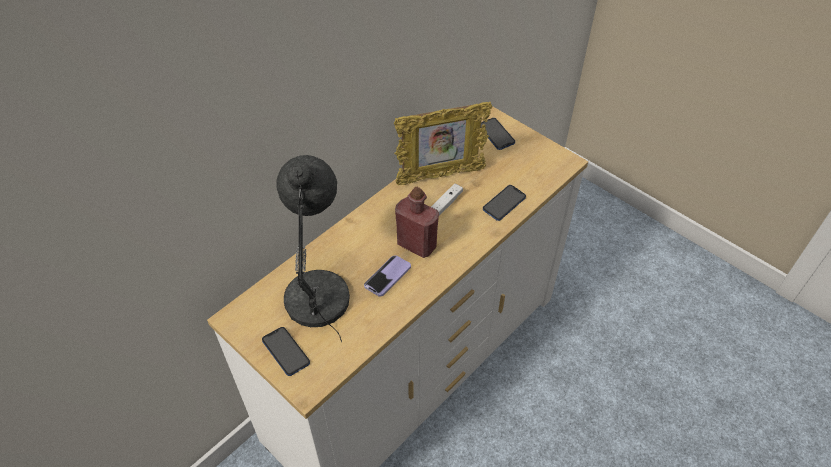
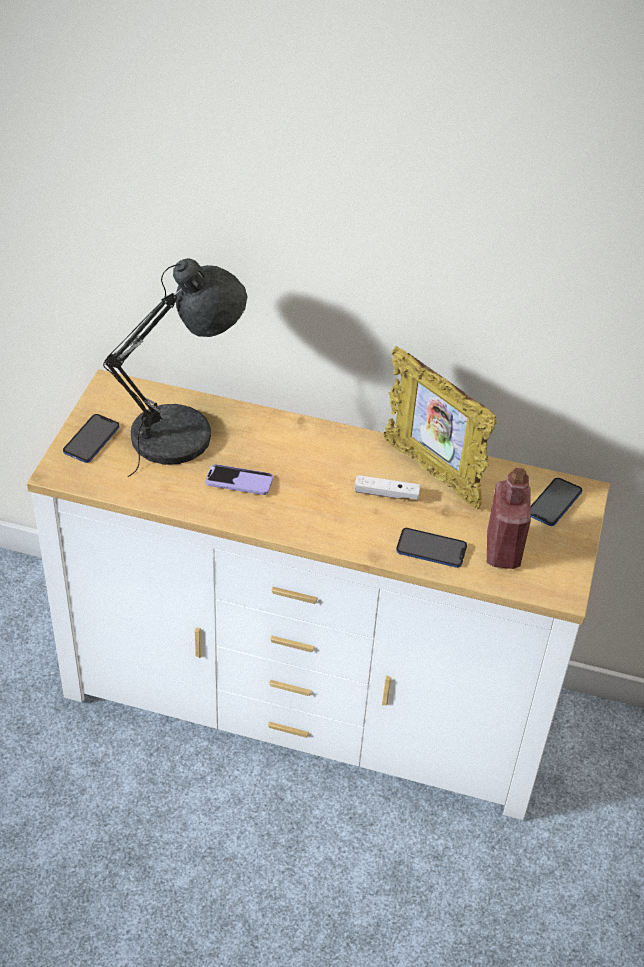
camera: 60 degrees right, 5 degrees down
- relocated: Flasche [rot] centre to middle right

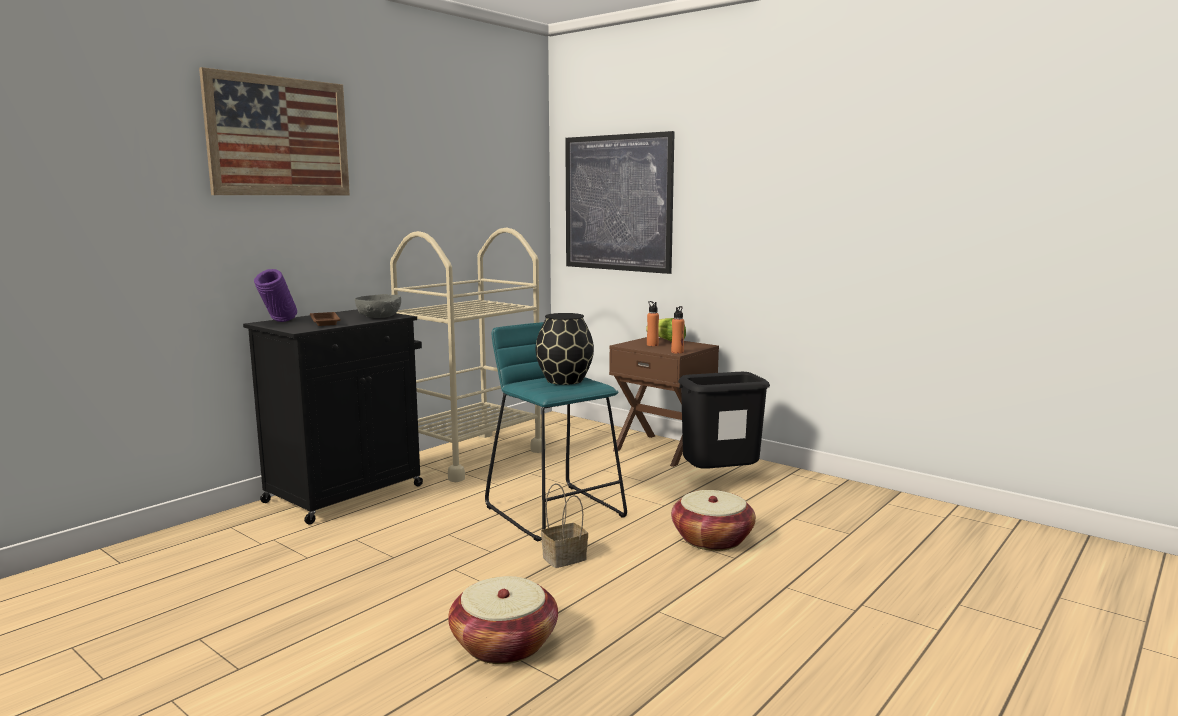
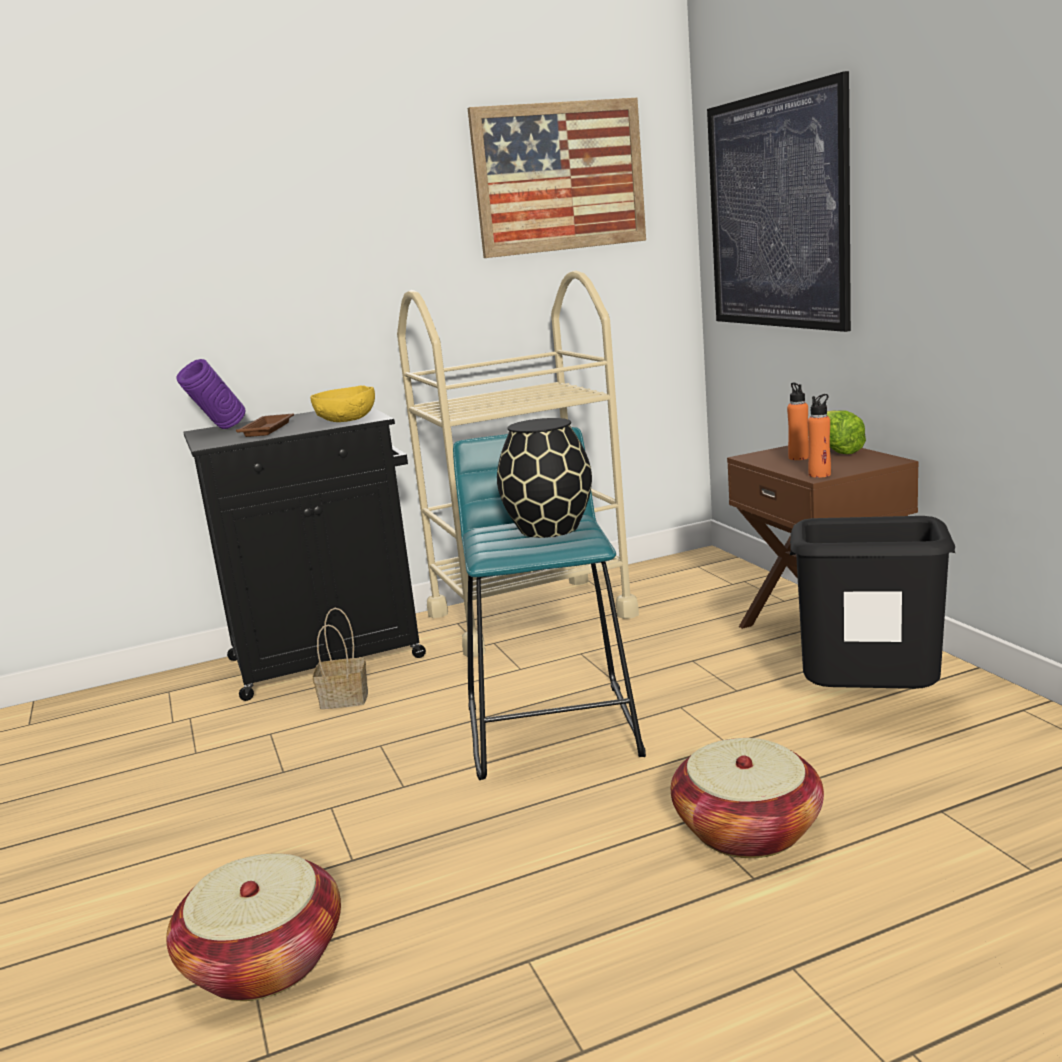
camera: 30 degrees right, 5 degrees up
- relocated: Bild (no. 1 from left) top left to top centre
- relocated: Korb (no. 2 from left) bottom centre to middle left
- colour: Schüssel [grau] middle left to Schüssel [gelb] middle left

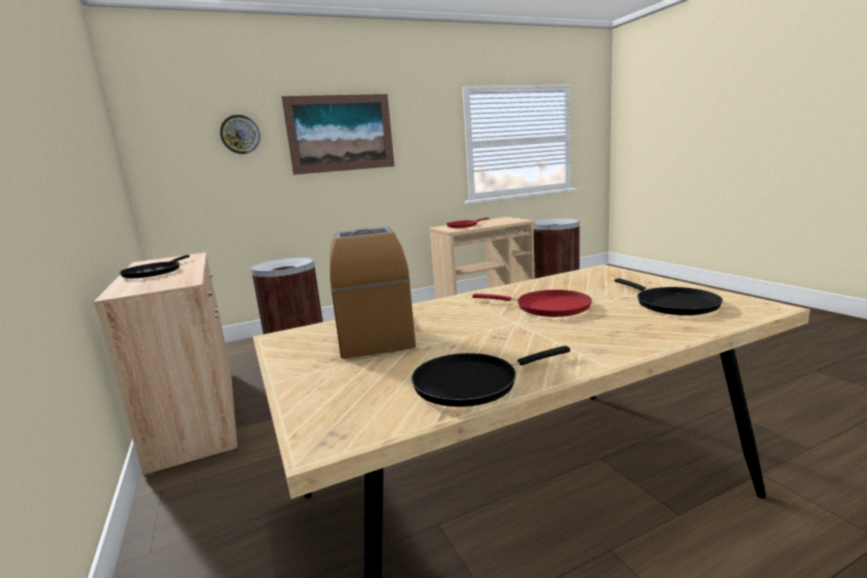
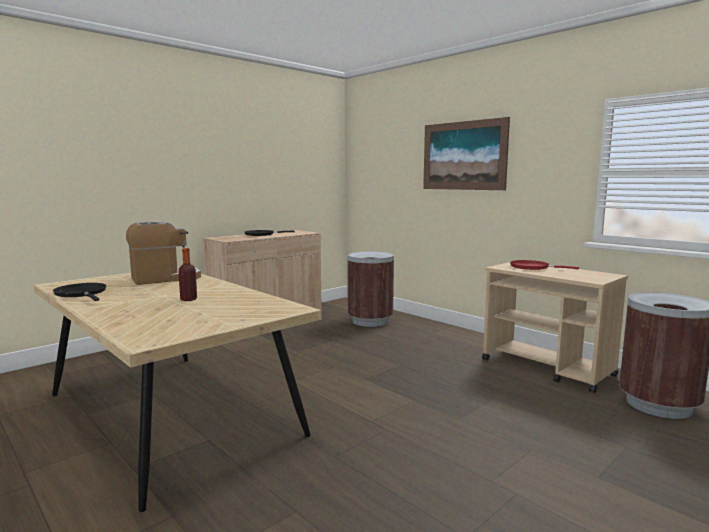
camera: 70 degrees right, 5 degrees down
- missing: Wanduhr top left
- missing: Pfanne [schwarz] (no. 3 from left) middle right
- exchanged: Pfanne [rot] (no. 2 from left) centre to Flasche middle left

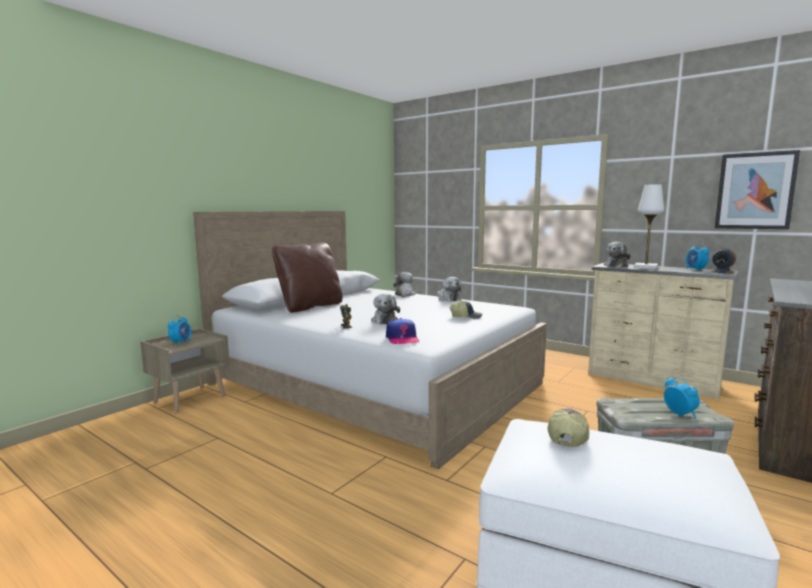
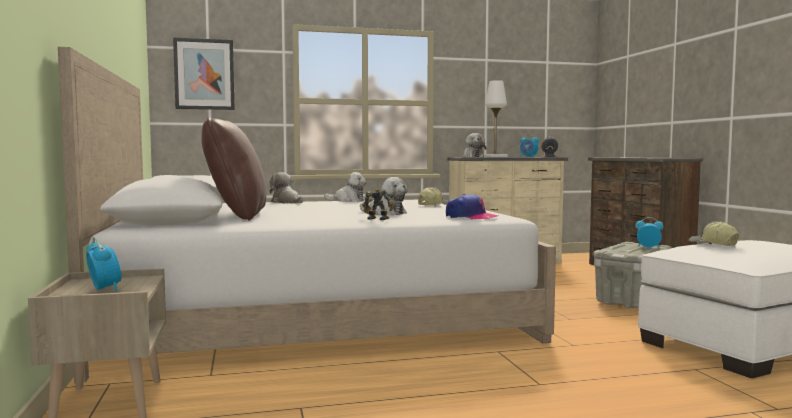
camera: 50 degrees left, 5 degrees down
- relocated: Bild top right to top left

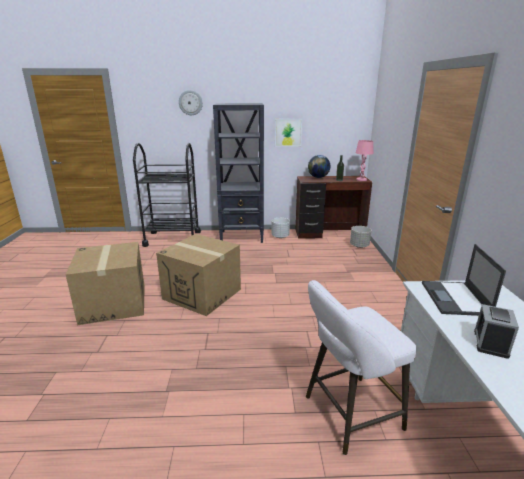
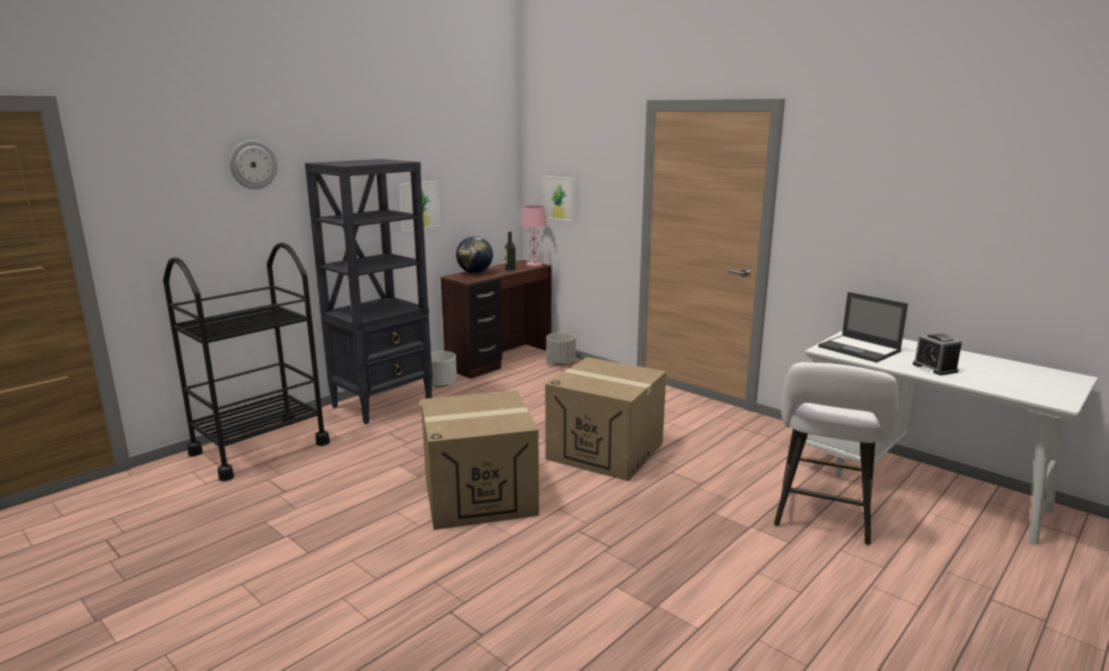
camera: 45 degrees left, 5 degrees down
- appeared: Bild (no. 2 from left) top centre
- relocated: Karton (no. 1 from left in the first image) middle left to Karton (no. 2 from left) centre

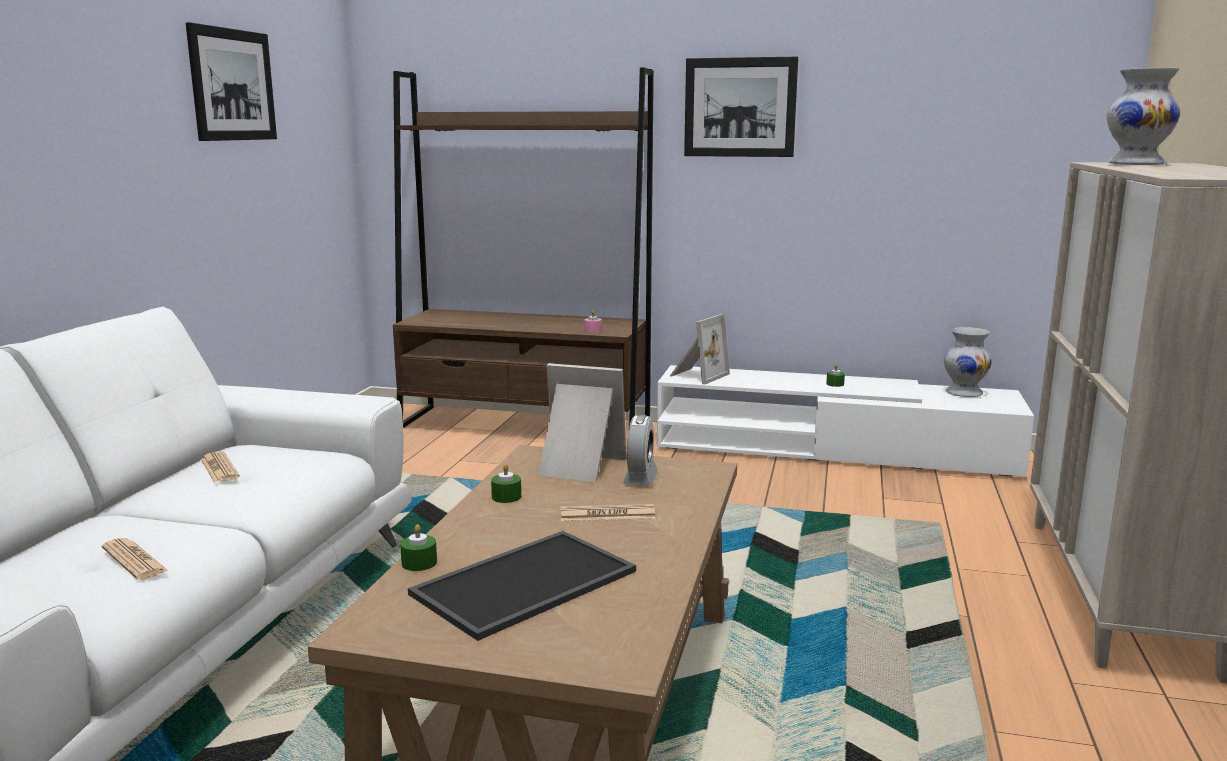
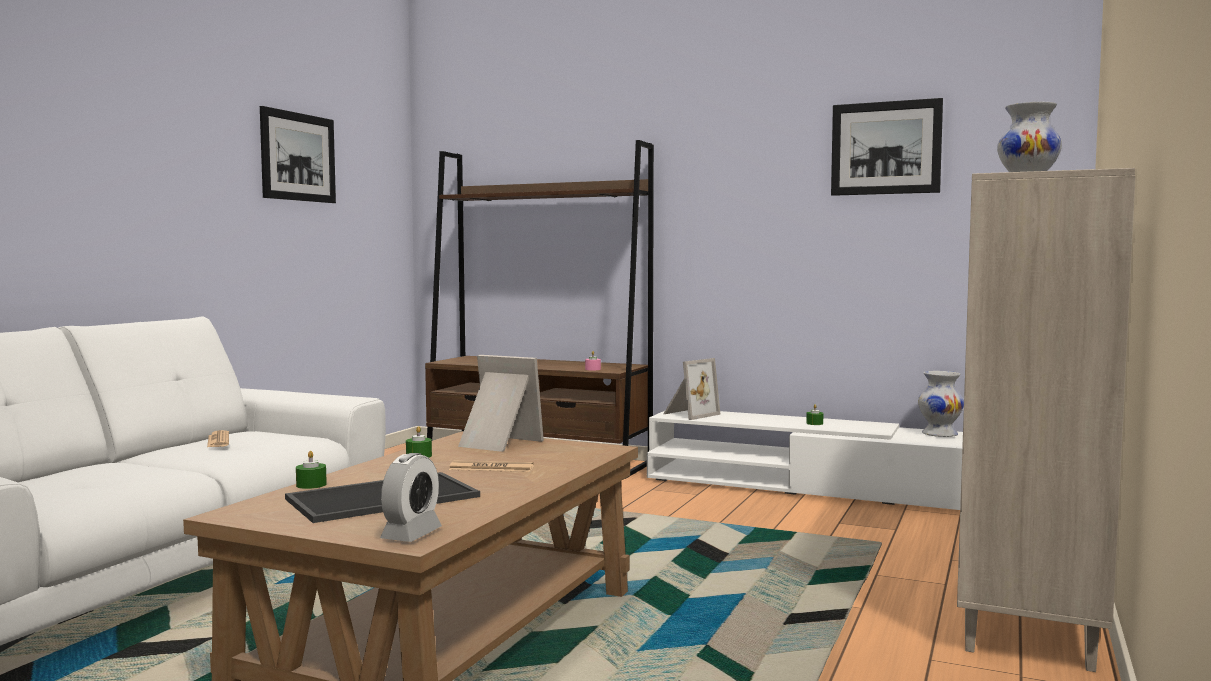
camera: 10 degrees right, 10 degrees down
- missing: Zeitung (no. 1 from left) bottom left
- relocated: Wecker centre to bottom centre
- relocated: Bild (no. 2 from left) top centre to top right

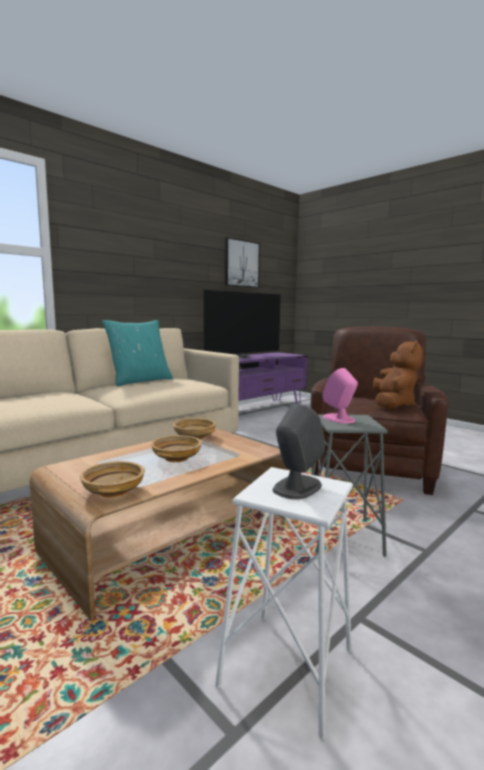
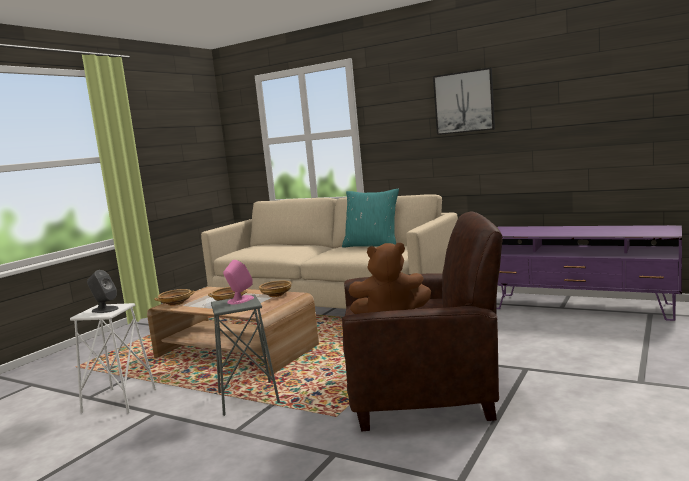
camera: 75 degrees right, 0 degrees up
- missing: Fernseher centre
- relocated: Bild centre to top right

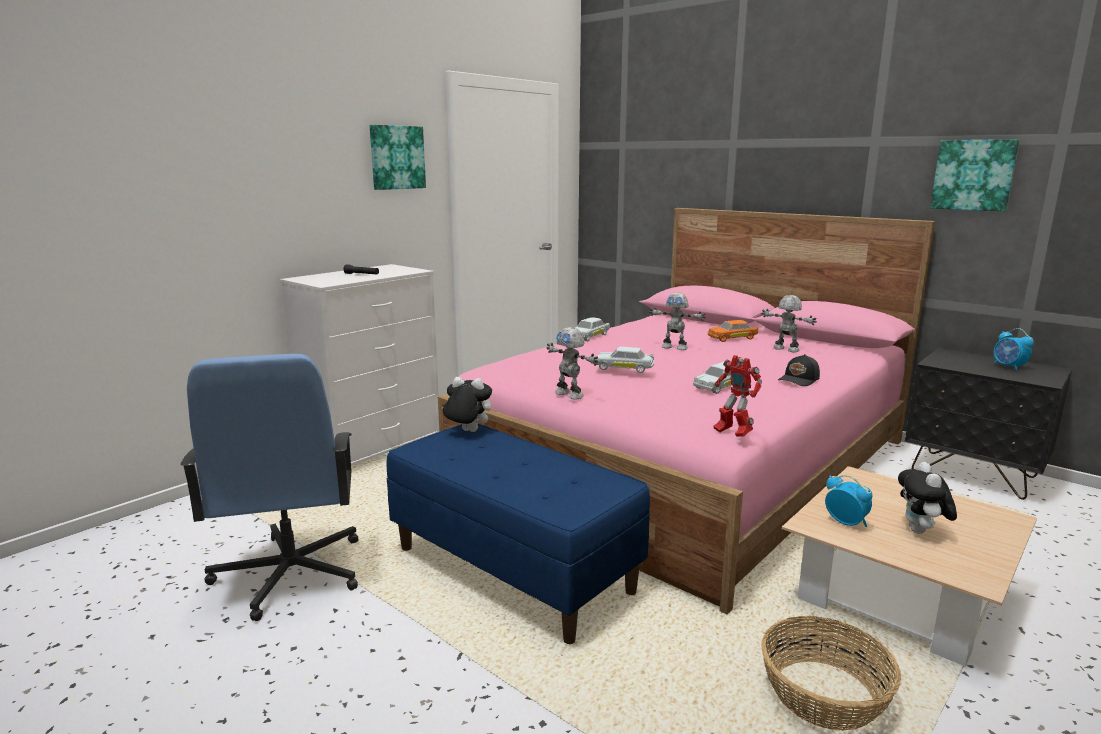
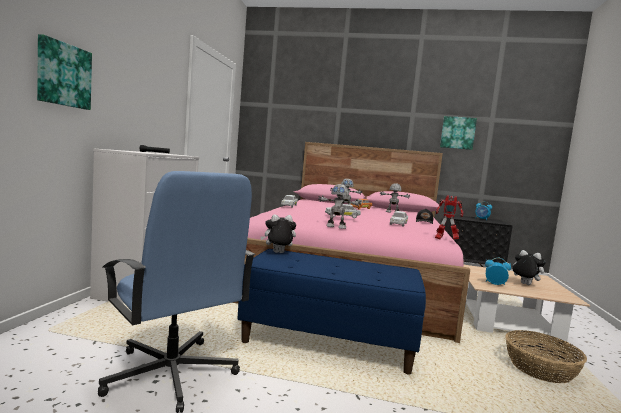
camera: 30 degrees left, 10 degrees down
- relocated: Bild (no. 1 from left) top centre to top left
- spun: Plüschtier (no. 2 from left) bottom right = middle right 150 degrees clockwise

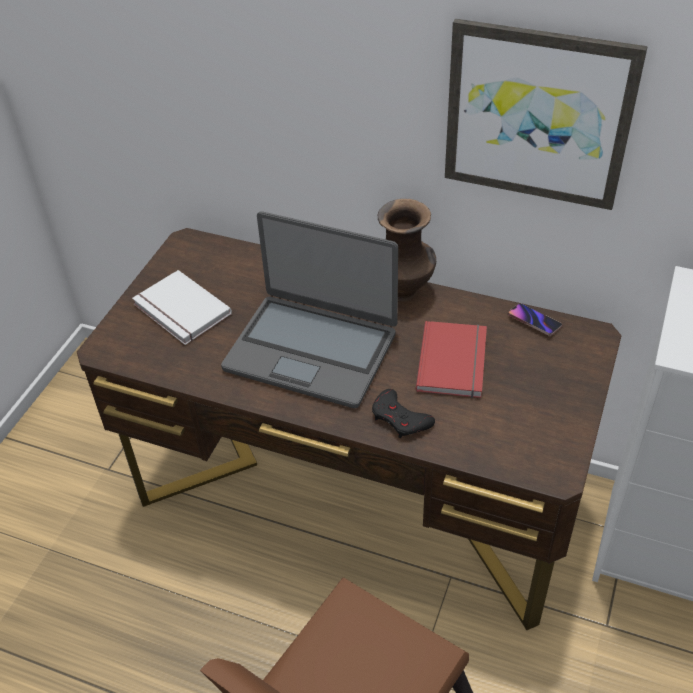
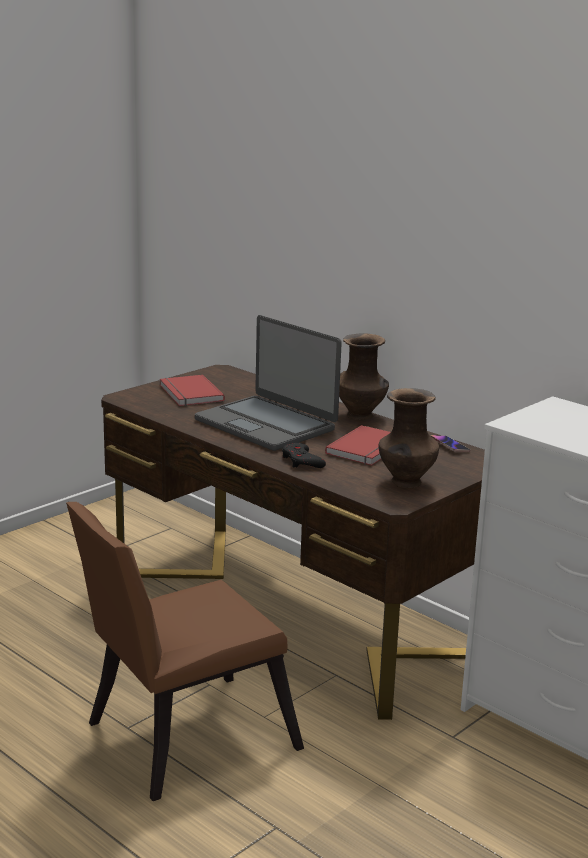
camera: 20 degrees right, 25 degrees down
- missing: Bild top right
- appeared: Vase [braun] (no. 2 from left) middle right
- colour: Buch [weiß] middle left to Buch [rot] (no. 1 from left) middle left

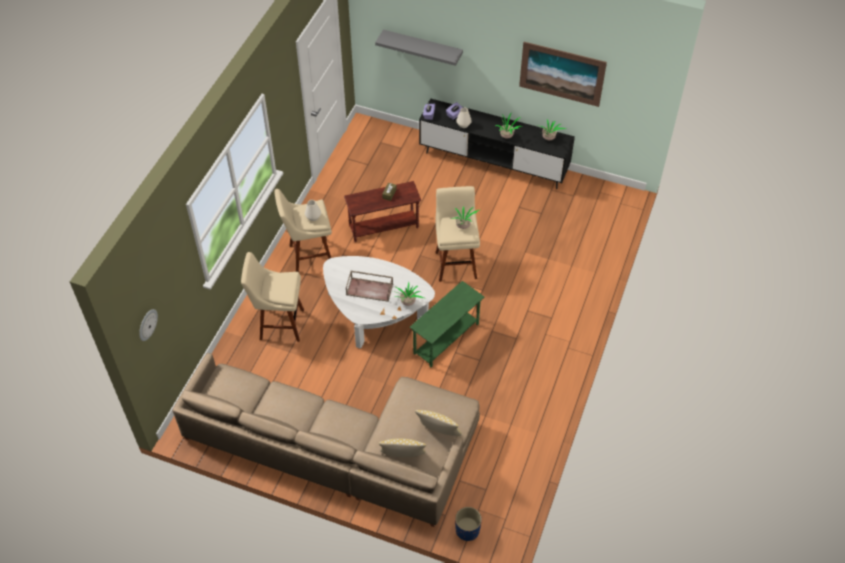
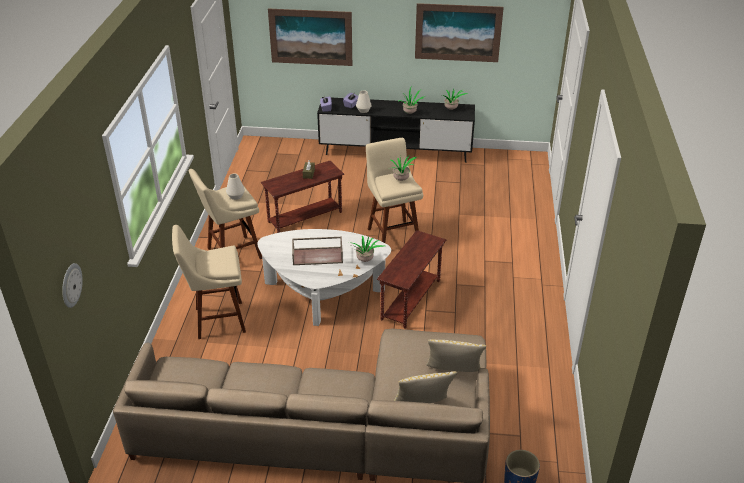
camera: 15 degrees left, 15 degrees down
- exchanged: Wandregal [grau] top centre to Bild (no. 1 from left) top centre
- colour: Beistelltisch [grün] centre to Beistelltisch [braun] (no. 2 from left) centre

